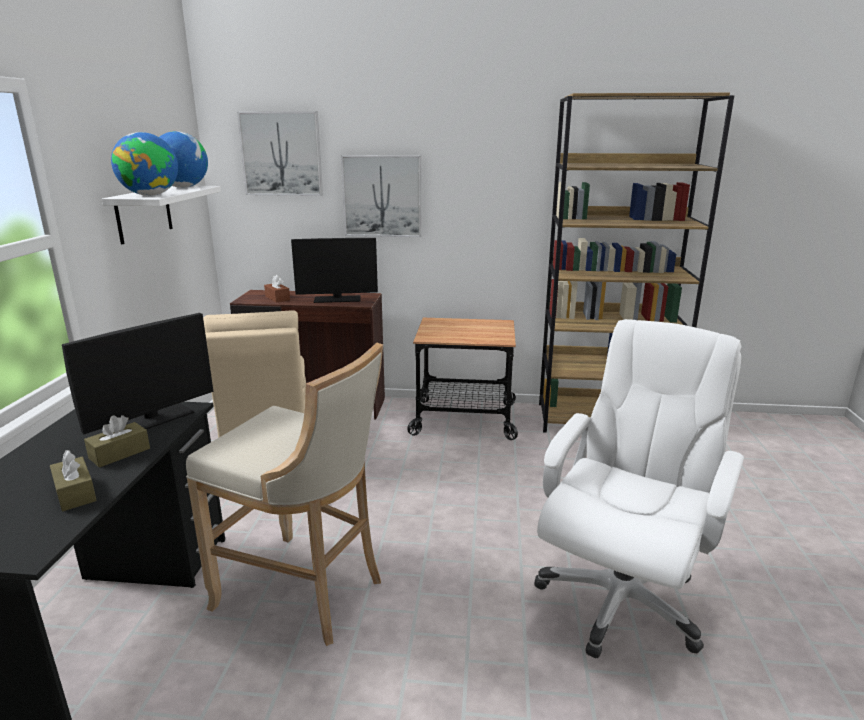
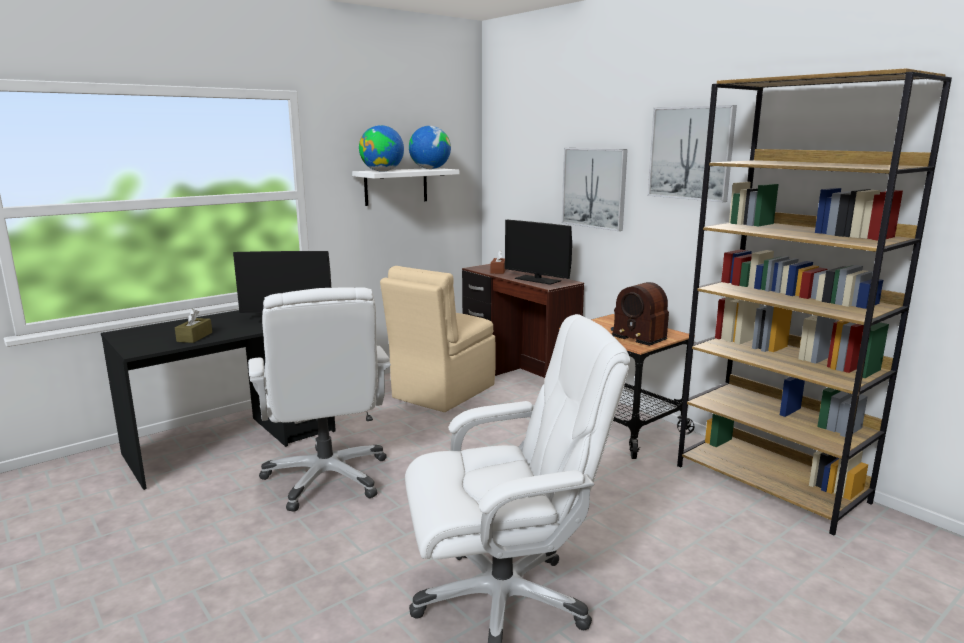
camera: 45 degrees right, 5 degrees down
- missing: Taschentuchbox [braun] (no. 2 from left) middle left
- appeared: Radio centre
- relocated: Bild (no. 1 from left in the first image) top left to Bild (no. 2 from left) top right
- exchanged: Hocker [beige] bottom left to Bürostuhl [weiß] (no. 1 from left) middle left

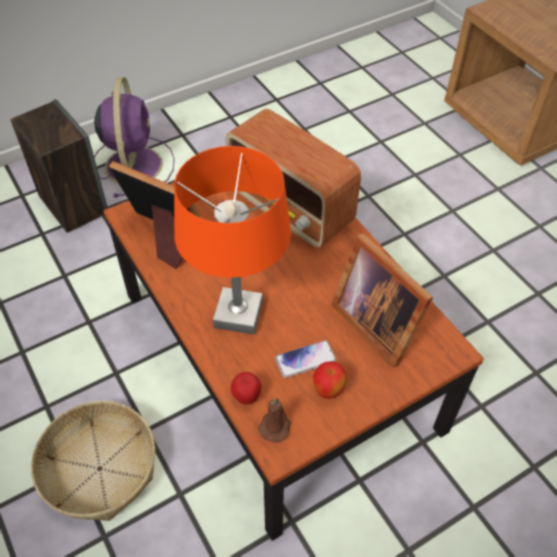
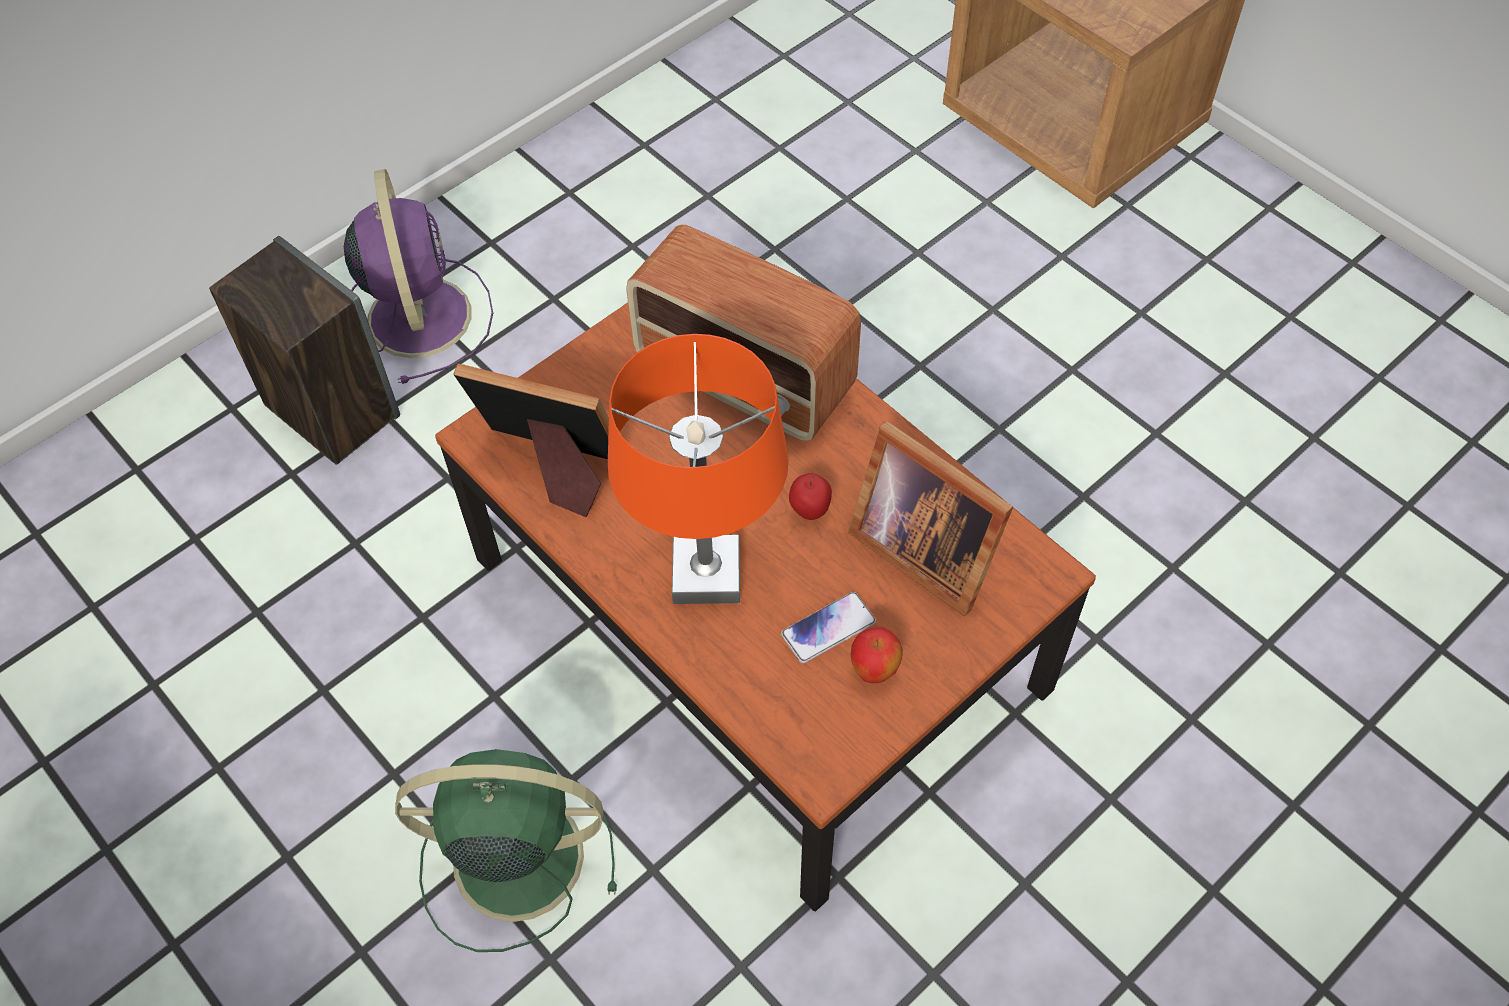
camera: 10 degrees left, 5 degrees up
- missing: Kerze [braun] bottom centre
- relocated: Apfel (no. 1 from left) bottom centre to centre
- exchanged: Korb bottom left to Ventilator [grün] bottom centre

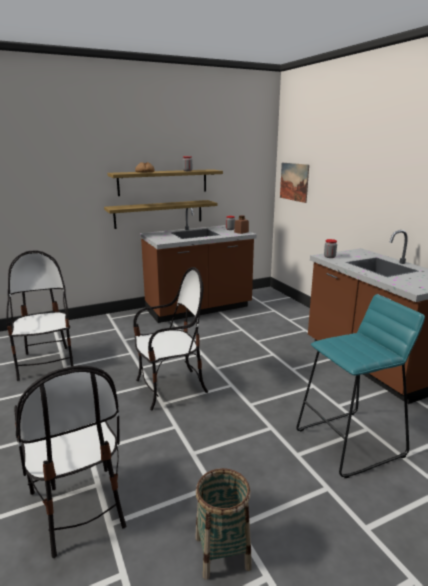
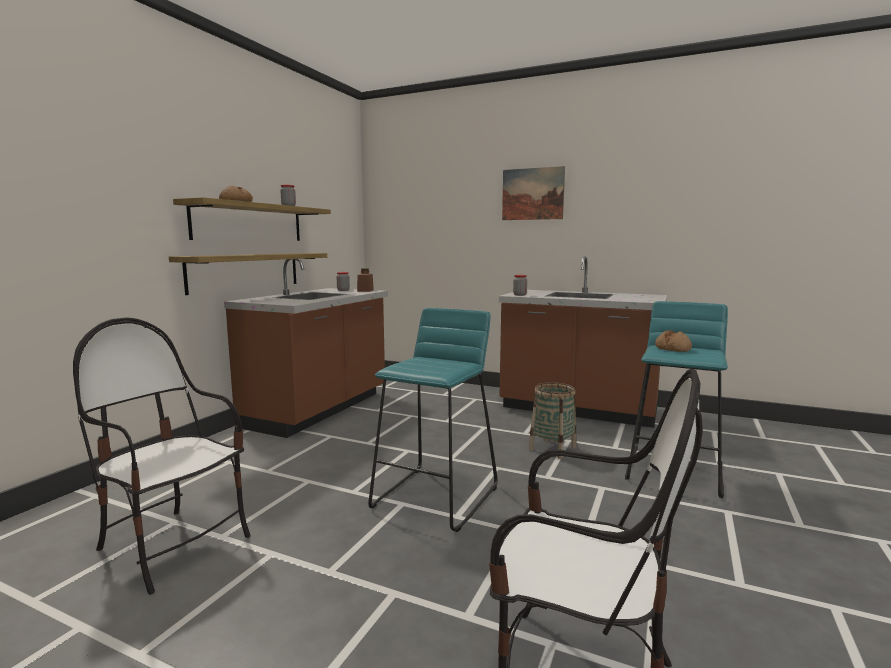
camera: 40 degrees left, 10 degrees down
- appeared: Brot (no. 2 from left) middle right
- relocated: Korb bottom centre to centre
- relocated: Bild top right to top centre
- exchanged: Stuhl (no. 3 from left) centre to Hocker [türkis] (no. 1 from left) centre

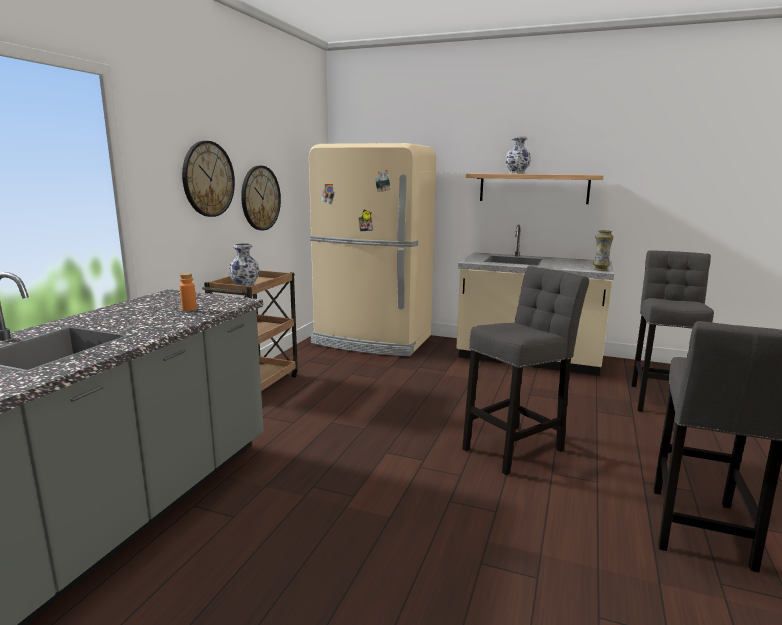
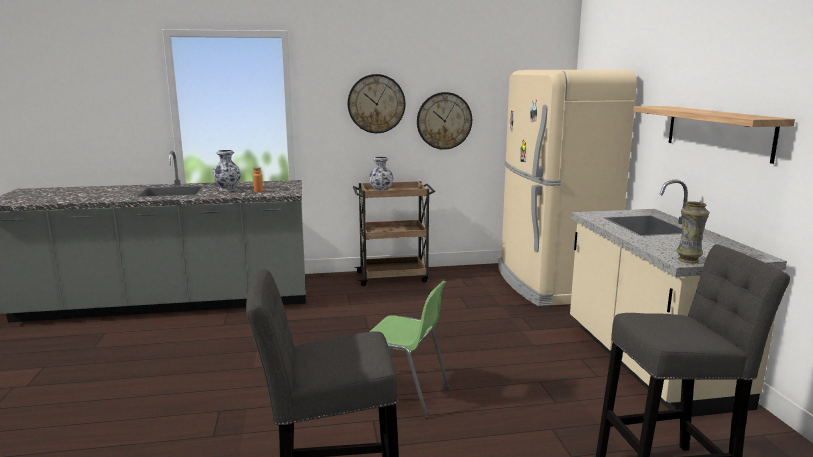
camera: 60 degrees right, 0 degrees up
- relocated: Vase (no. 2 from left in the first image) top centre to Vase (no. 1 from left) middle left
- exchanged: Hocker [grau] (no. 1 from left) middle right to Stuhl [grün] bottom centre

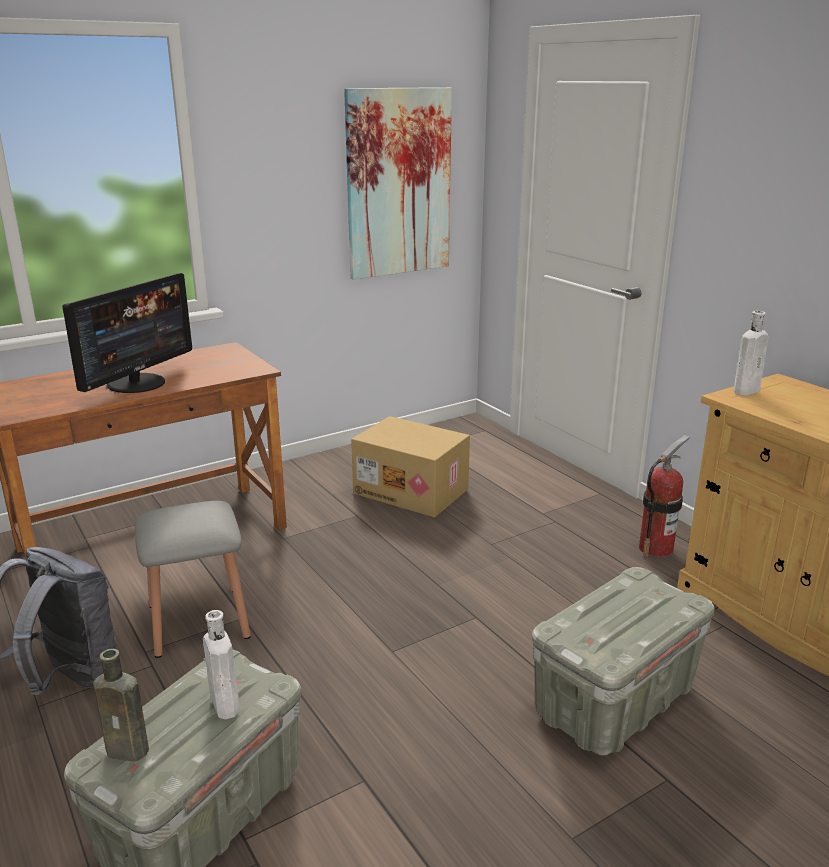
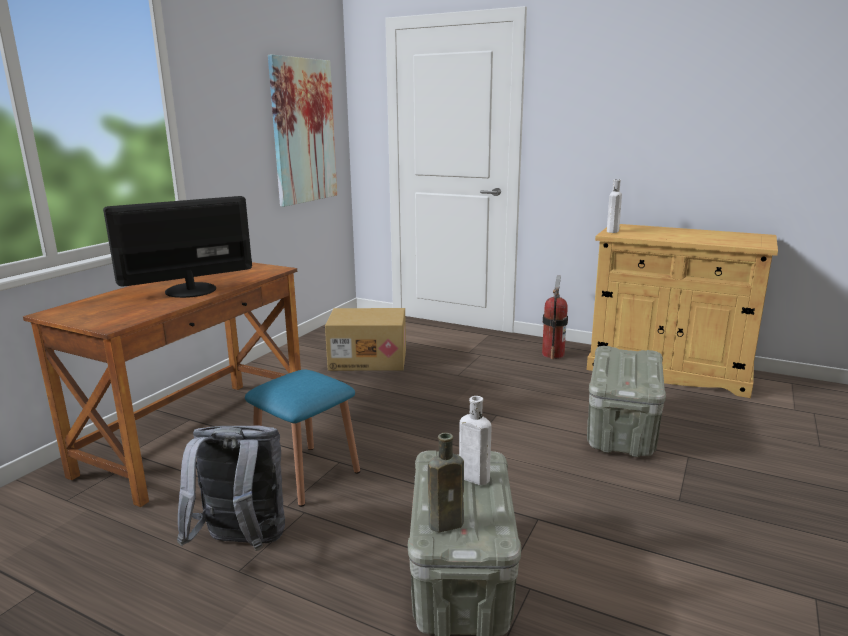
camera: 30 degrees left, 5 degrees down
- colour: Hocker [grau] bottom left to Hocker [blau] bottom centre
- spun: Monitor middle left = middle left 120 degrees counterclockwise

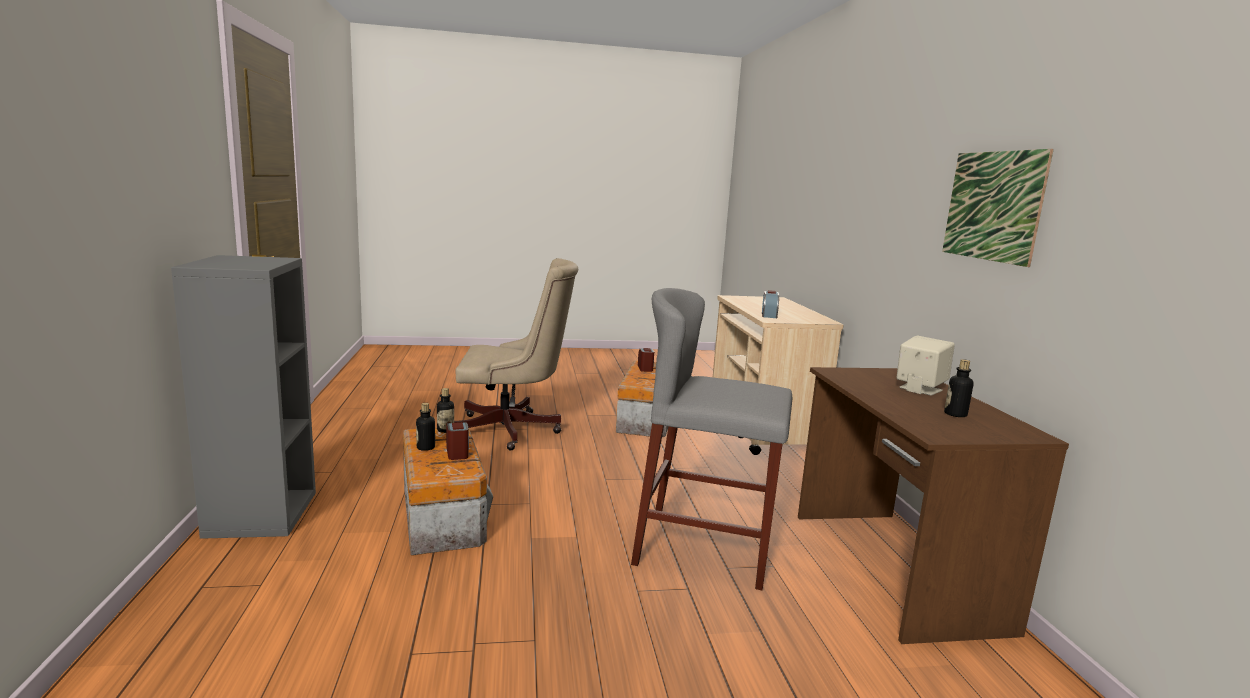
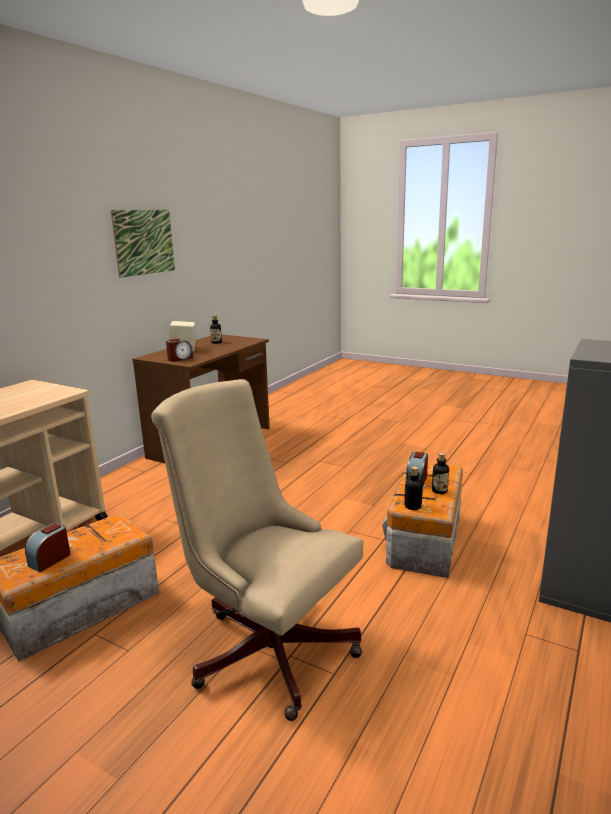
camera: 140 degrees left, 5 degrees up
- missing: Hocker [grau] centre
- relocated: Wecker (no. 3 from left in the first image) centre to Wecker (no. 2 from left) middle left

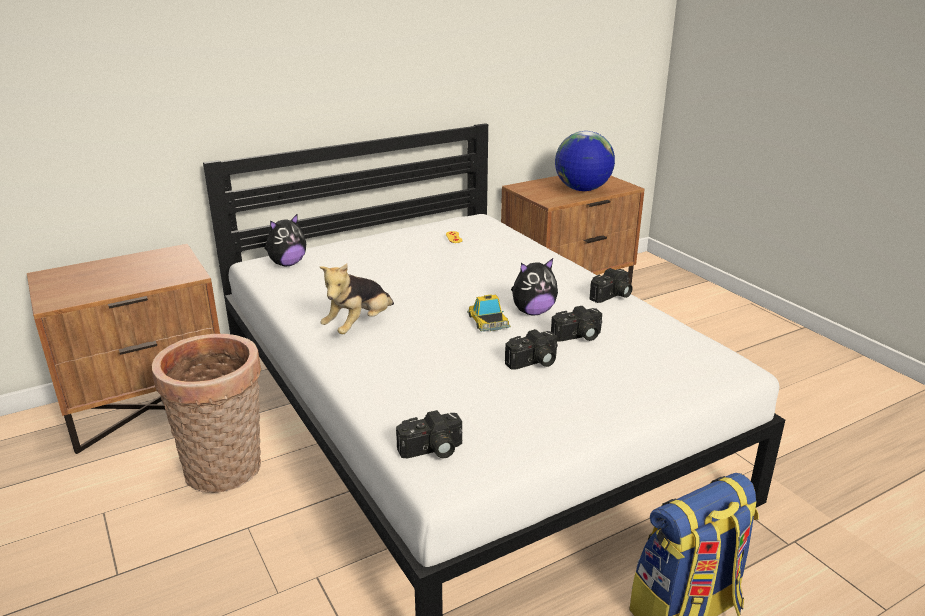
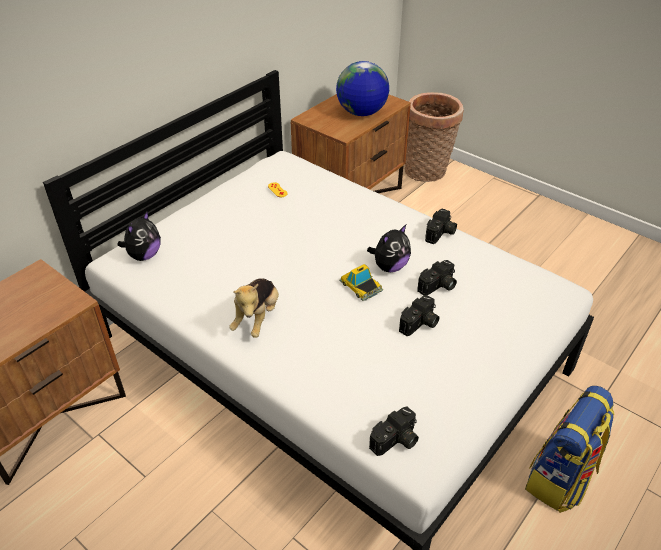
camera: 20 degrees left, 15 degrees up
- relocated: Korb bottom left to top centre

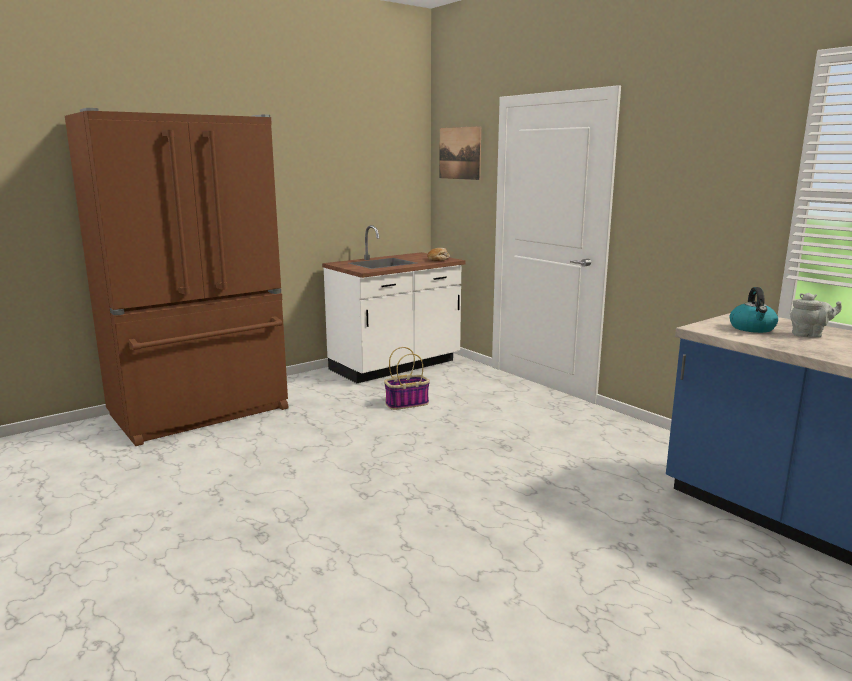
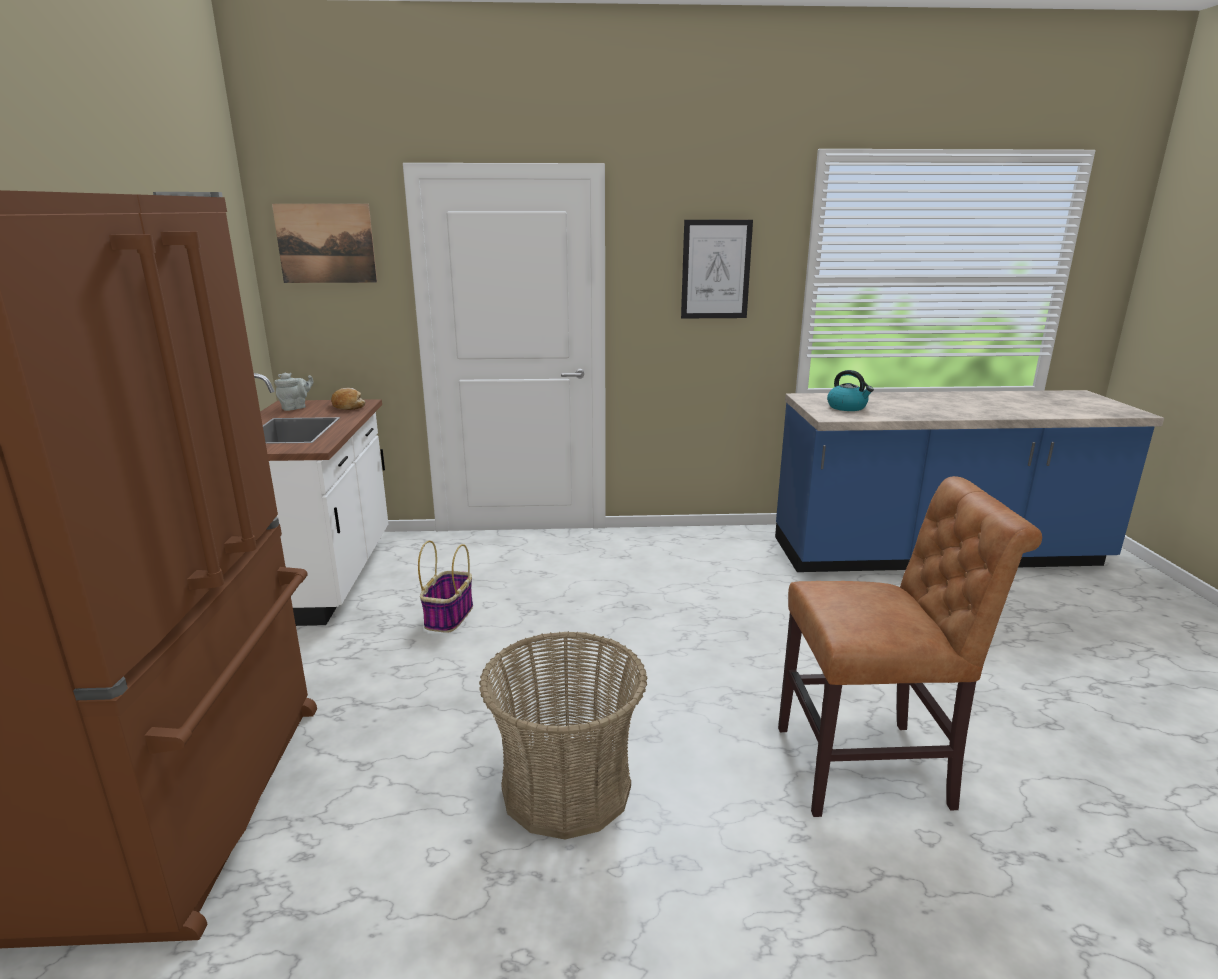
camera: 55 degrees left, 5 degrees up
- appeared: Korb (no. 2 from left) bottom centre
- appeared: Bild (no. 2 from left) top centre
- appeared: Stuhl [braun] middle right
- relocated: Teekanne [grau] middle right to middle left

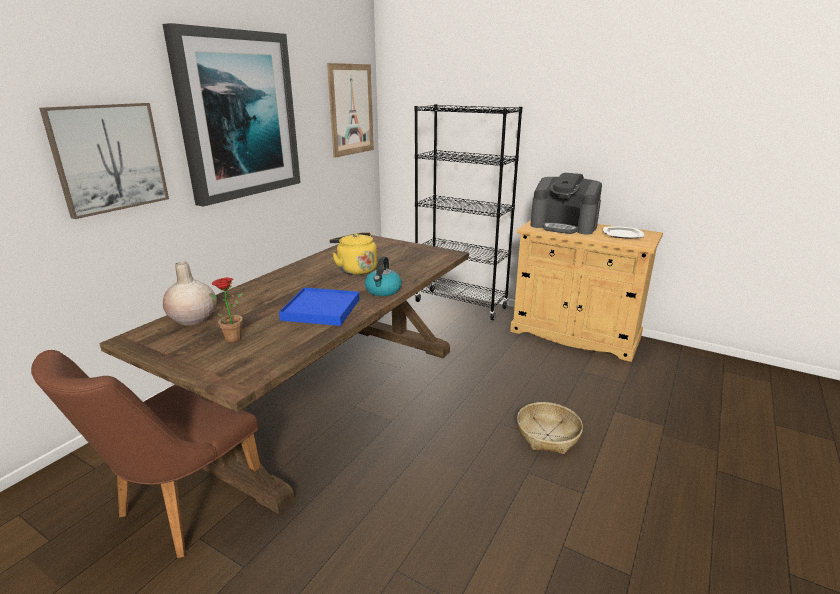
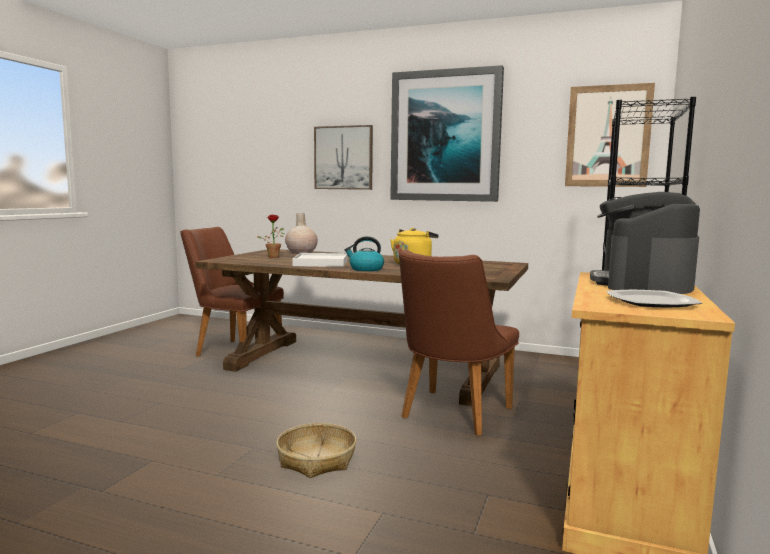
camera: 80 degrees right, 15 degrees down
- appeared: Stuhl [braun] (no. 2 from left) centre
- colour: Tablett [blau] centre to Tablett [weiß] centre

